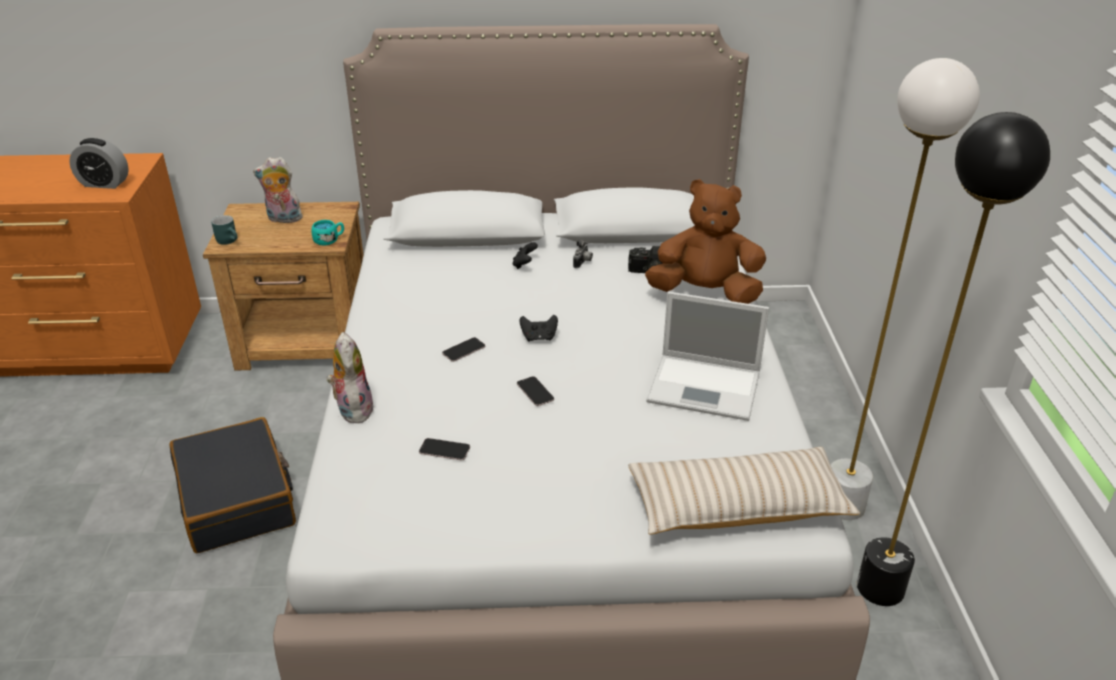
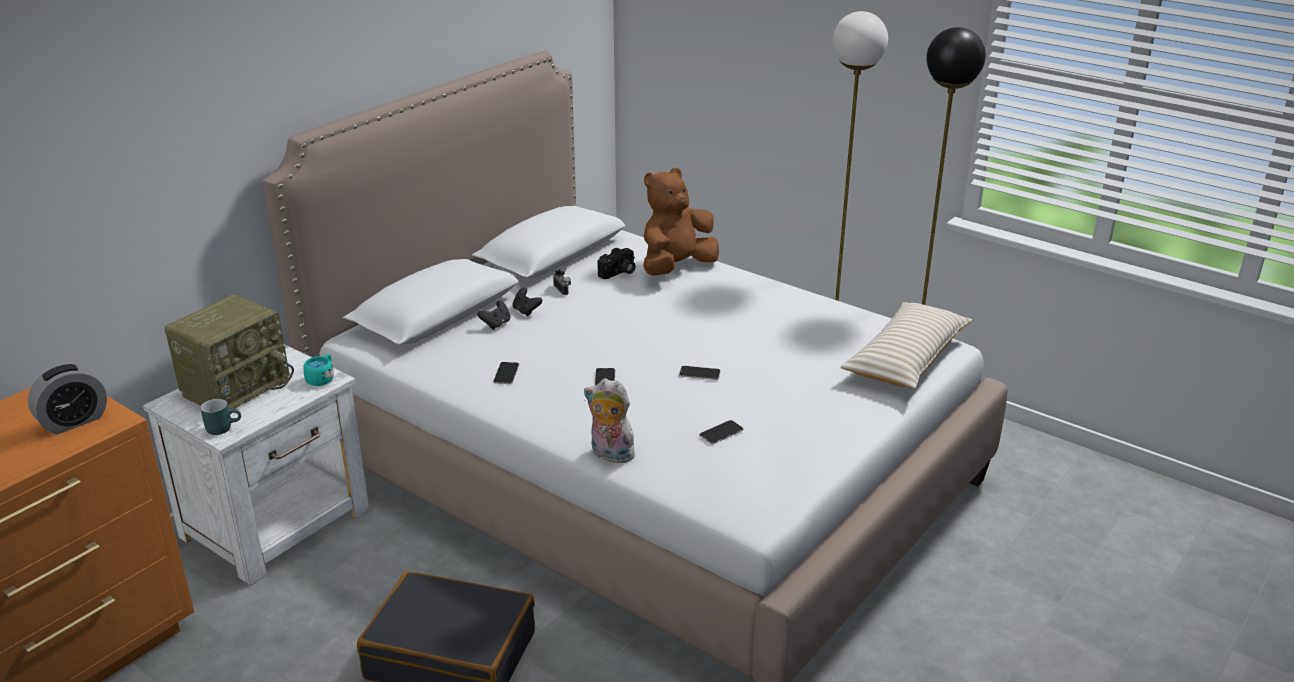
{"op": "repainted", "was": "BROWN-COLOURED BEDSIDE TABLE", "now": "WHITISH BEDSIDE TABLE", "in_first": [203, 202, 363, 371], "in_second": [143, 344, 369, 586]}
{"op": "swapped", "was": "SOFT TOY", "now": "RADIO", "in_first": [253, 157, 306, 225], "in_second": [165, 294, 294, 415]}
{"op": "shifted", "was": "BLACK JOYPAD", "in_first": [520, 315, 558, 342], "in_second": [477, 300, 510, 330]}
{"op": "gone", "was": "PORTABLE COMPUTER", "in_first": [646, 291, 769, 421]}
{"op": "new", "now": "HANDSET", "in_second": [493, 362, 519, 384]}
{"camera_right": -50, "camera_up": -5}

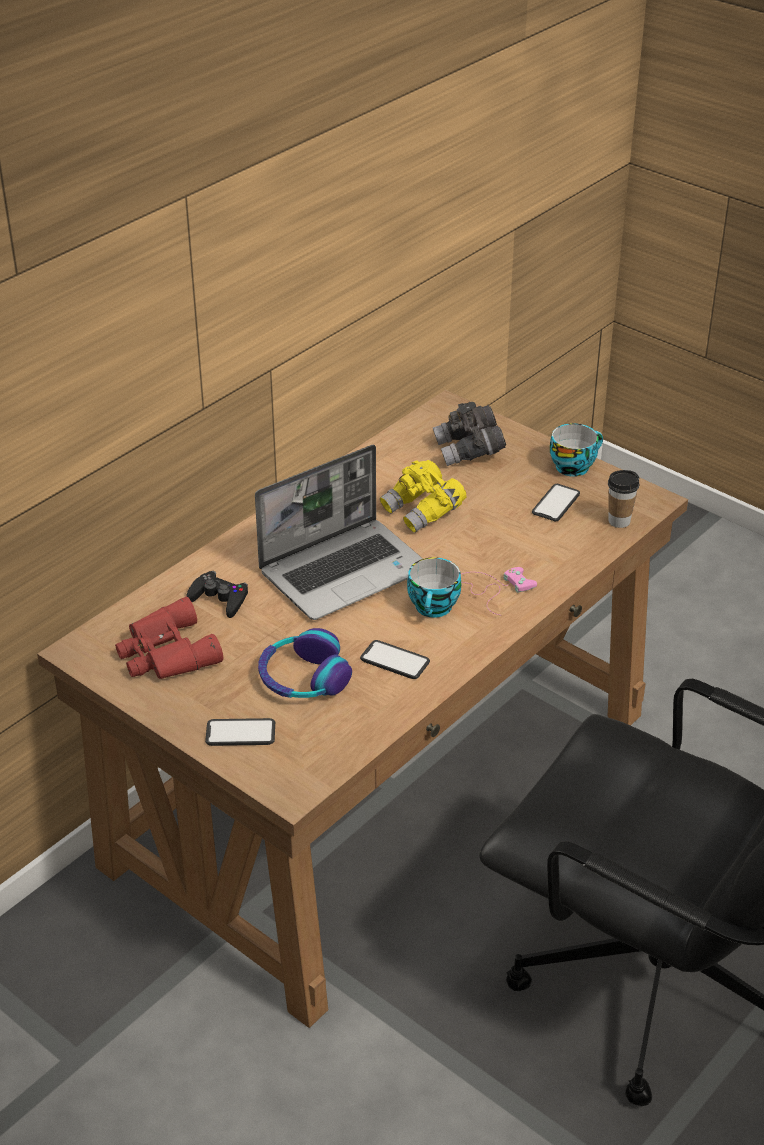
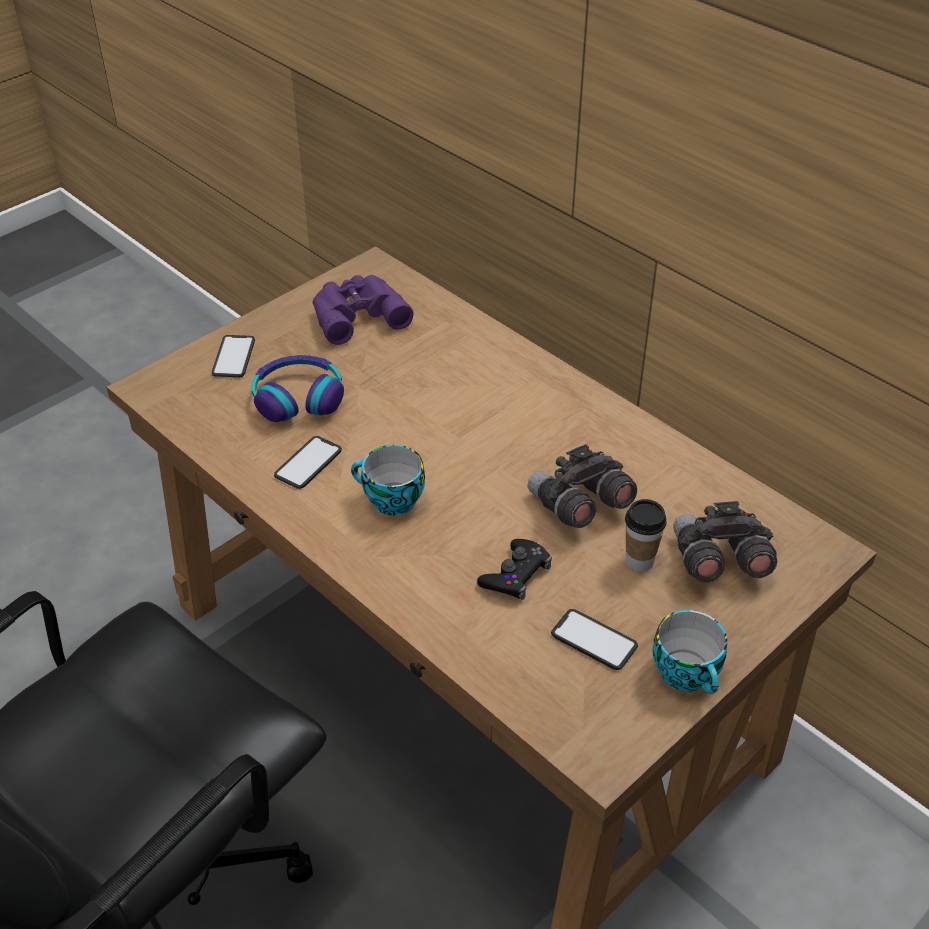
{"op": "repainted", "was": "REDDISH BINOCULARS", "now": "PURPLISH BINOCULARS", "in_first": [115, 597, 223, 679], "in_second": [313, 275, 414, 345]}
{"op": "shifted", "was": "BLACK JOYPAD", "in_first": [186, 571, 248, 618], "in_second": [477, 539, 552, 600]}
{"op": "gone", "was": "PORTABLE COMPUTER", "in_first": [255, 445, 423, 620]}
{"op": "repainted", "was": "YELLOW BINOCULARS", "now": "GREY BINOCULARS", "in_first": [380, 460, 466, 533], "in_second": [528, 444, 637, 528]}
{"op": "gone", "was": "PINKISH JOYPAD", "in_first": [461, 567, 537, 615]}
{"op": "shifted", "was": "DRINKING CUP", "in_first": [608, 470, 640, 528], "in_second": [625, 499, 667, 571]}
{"camera_right": 95, "camera_up": 5}

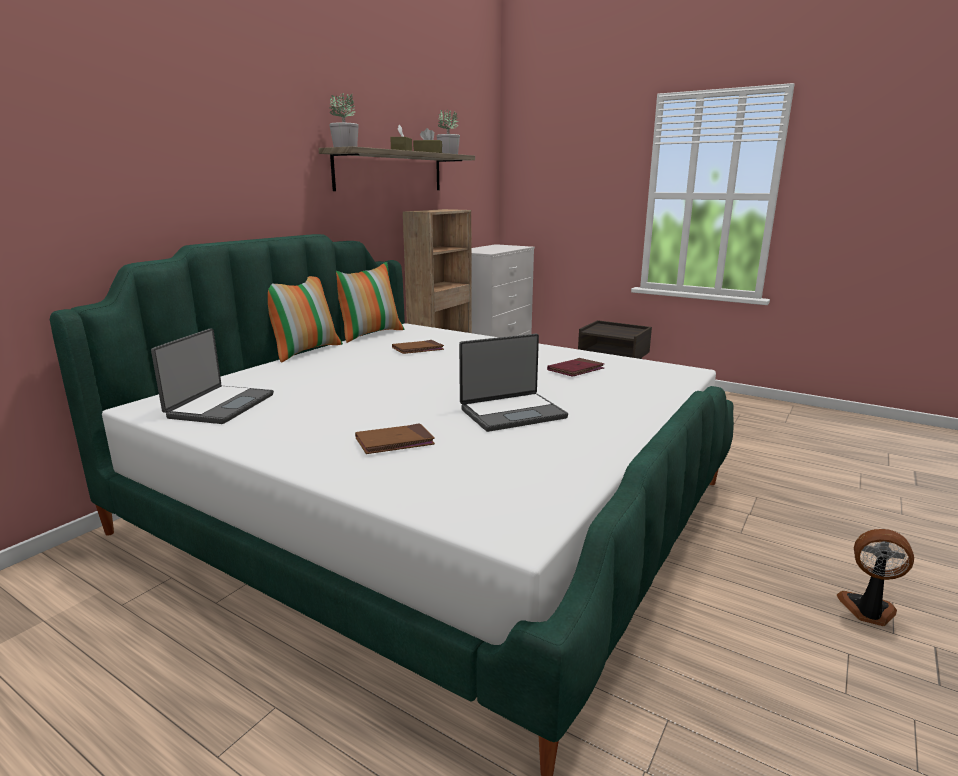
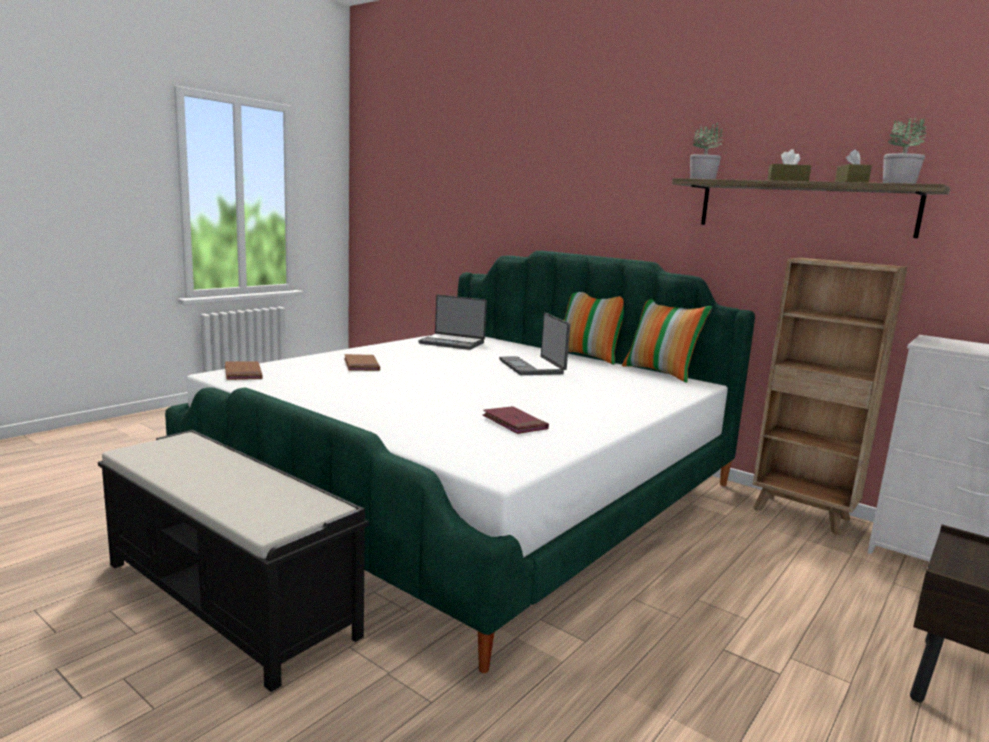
{"op": "shifted", "was": "BROWN-COLOURED VOLUME", "in_first": [392, 340, 444, 354], "in_second": [225, 361, 263, 380]}
{"op": "shifted", "was": "PORTABLE COMPUTER", "in_first": [459, 334, 568, 432], "in_second": [499, 313, 570, 375]}
{"op": "gone", "was": "ELECTRIC FAN", "in_first": [837, 529, 914, 626]}
{"op": "new", "now": "BLACK BENCH", "in_second": [98, 430, 369, 692]}
{"camera_right": 95, "camera_up": -5}

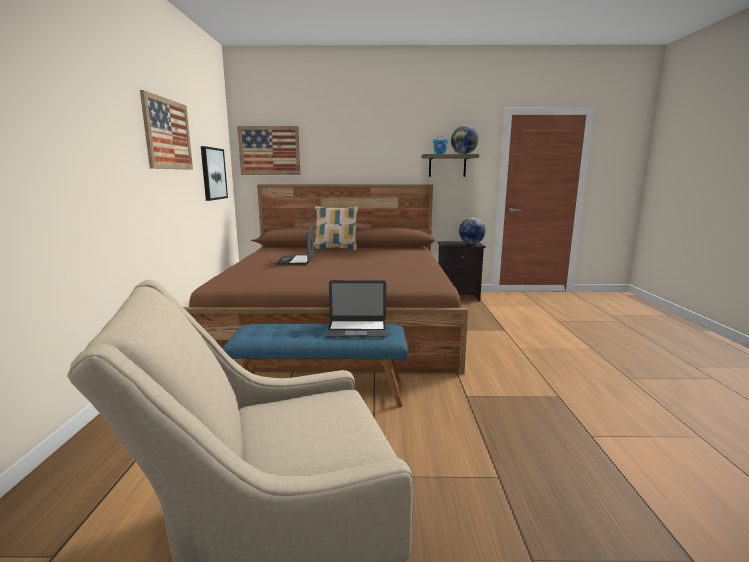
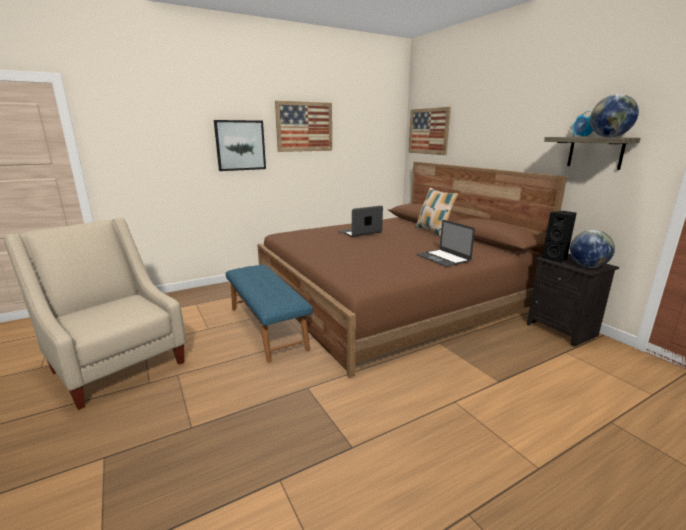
{"op": "shifted", "was": "WALL PICTURE", "in_first": [201, 146, 228, 201], "in_second": [214, 120, 266, 171]}
{"op": "shifted", "was": "PORTABLE COMPUTER", "in_first": [325, 280, 387, 337], "in_second": [417, 220, 475, 267]}
{"op": "new", "now": "BLACK SPEAKER", "in_second": [542, 211, 577, 263]}
{"camera_right": 60, "camera_up": 5}

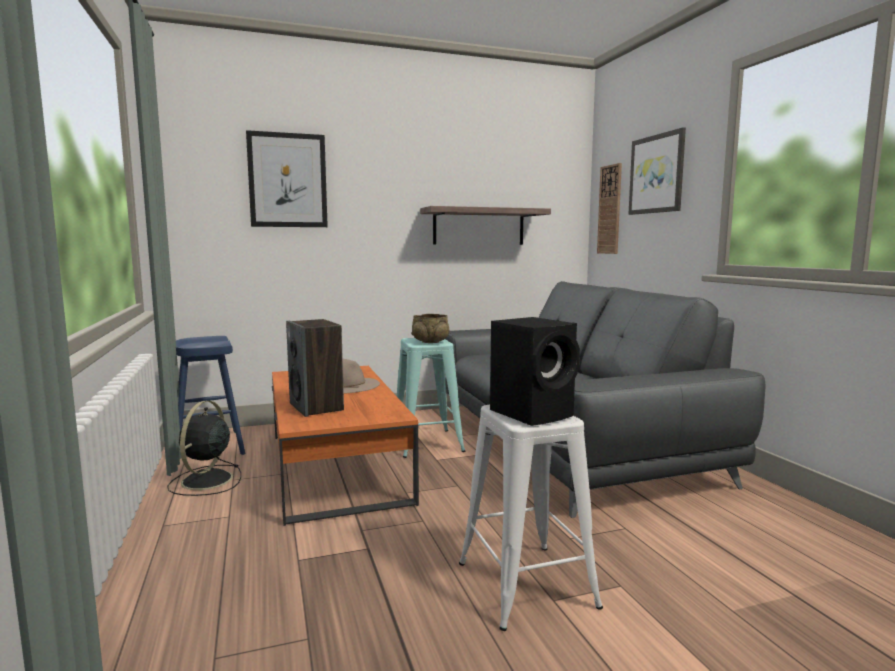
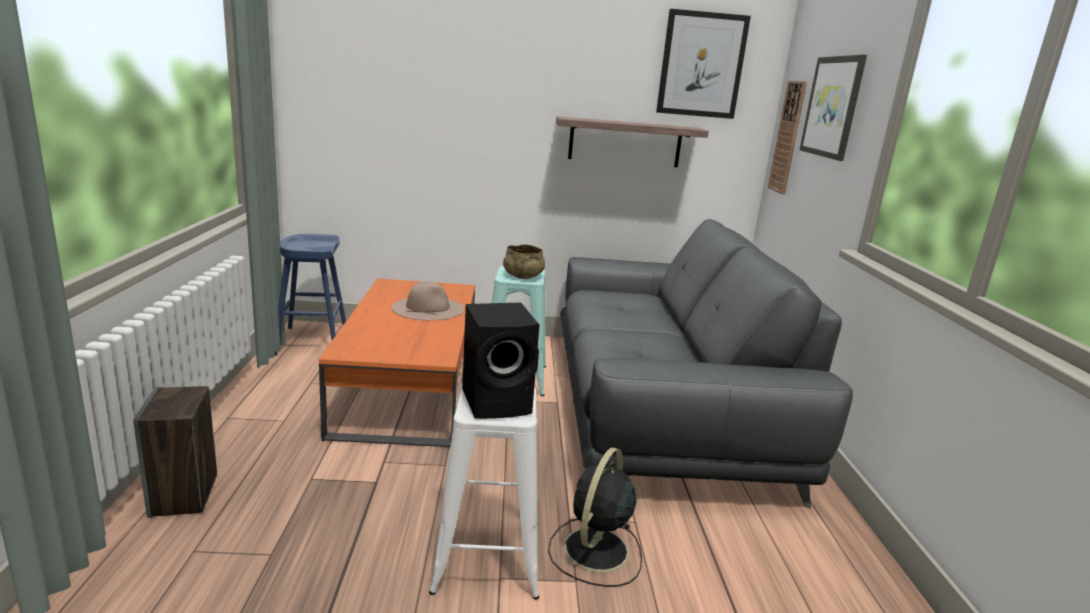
{"op": "shifted", "was": "BLACK ELECTRIC FAN", "in_first": [167, 401, 241, 496], "in_second": [548, 447, 642, 587]}
{"op": "shifted", "was": "WALL PICTURE", "in_first": [246, 130, 328, 227], "in_second": [656, 9, 751, 119]}
{"op": "shifted", "was": "SPEAKER", "in_first": [286, 319, 344, 417], "in_second": [133, 386, 217, 518]}
{"camera_right": 15, "camera_up": 10}

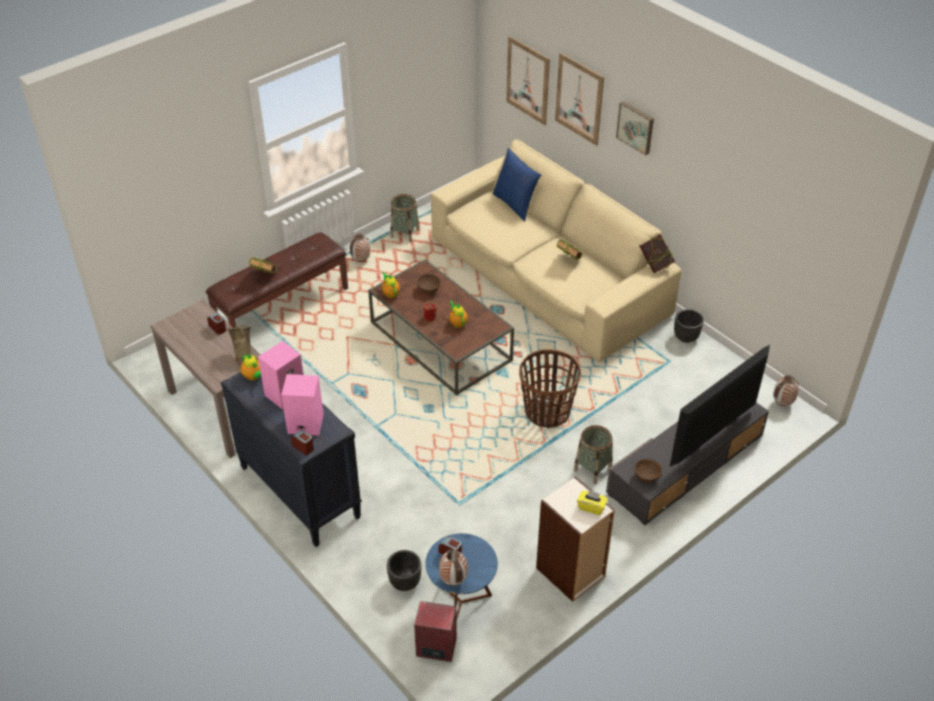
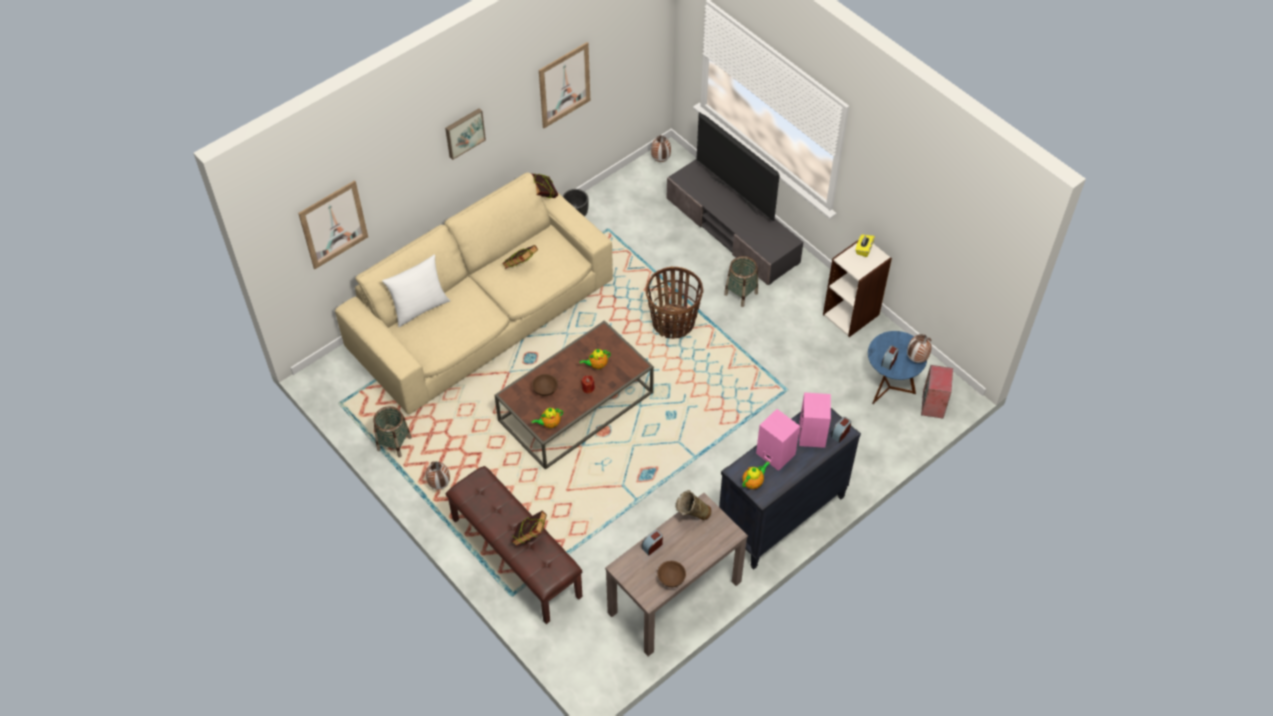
{"op": "gone", "was": "BLACK PLANT POT", "in_first": [387, 550, 421, 591]}
{"op": "repainted", "was": "BLUE-COLOURED THROW PILLOW", "now": "WHITISH THROW PILLOW", "in_first": [493, 148, 542, 221], "in_second": [382, 254, 450, 327]}
{"op": "shifted", "was": "WALL PICTURE", "in_first": [555, 53, 604, 146], "in_second": [539, 42, 590, 128]}
{"op": "shifted", "was": "BROWN-COLOURED BOWL", "in_first": [634, 459, 662, 483], "in_second": [657, 561, 686, 587]}
{"camera_right": -90, "camera_up": 10}

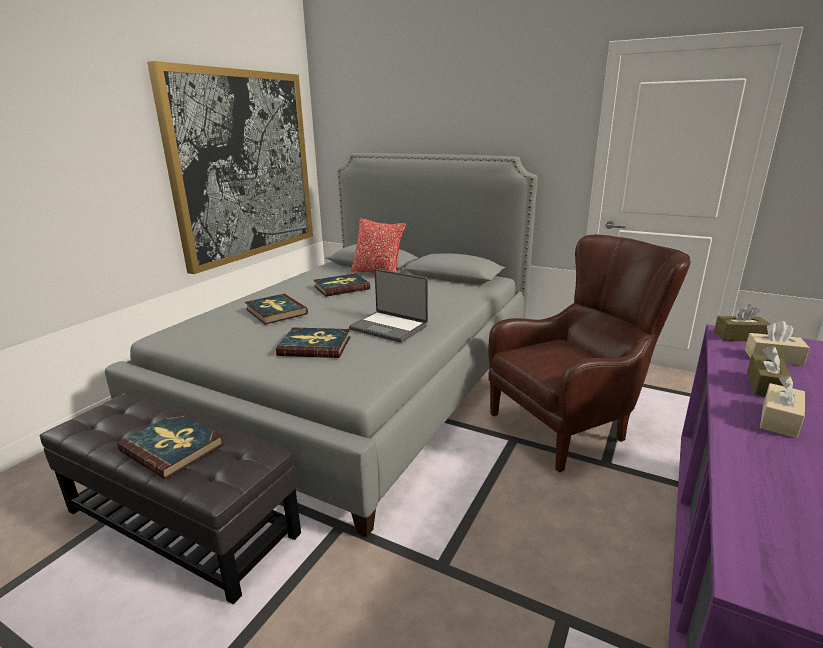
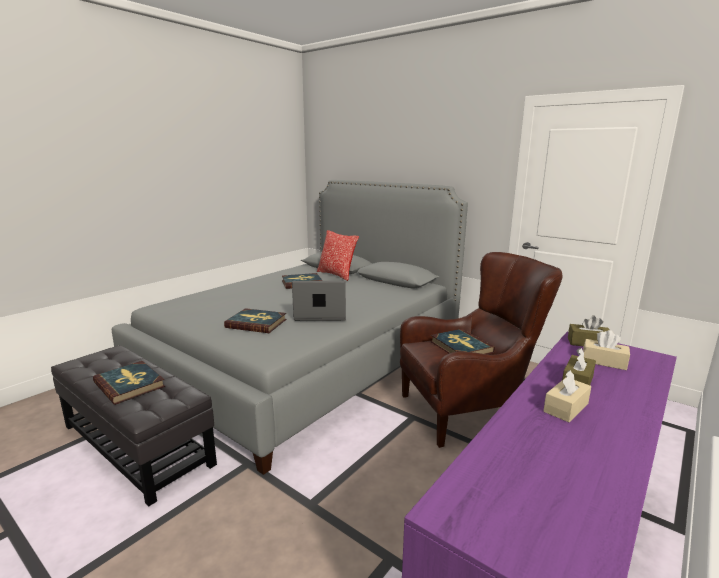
{"op": "gone", "was": "WALL PICTURE", "in_first": [147, 61, 313, 274]}
{"op": "shifted", "was": "VOLUME", "in_first": [245, 294, 308, 324], "in_second": [430, 329, 495, 355]}
{"op": "rotated", "was": "PORTABLE COMPUTER", "in_first": [349, 269, 428, 343], "in_second": [292, 281, 346, 321], "clockwise": 135}
{"camera_right": 10, "camera_up": -5}

